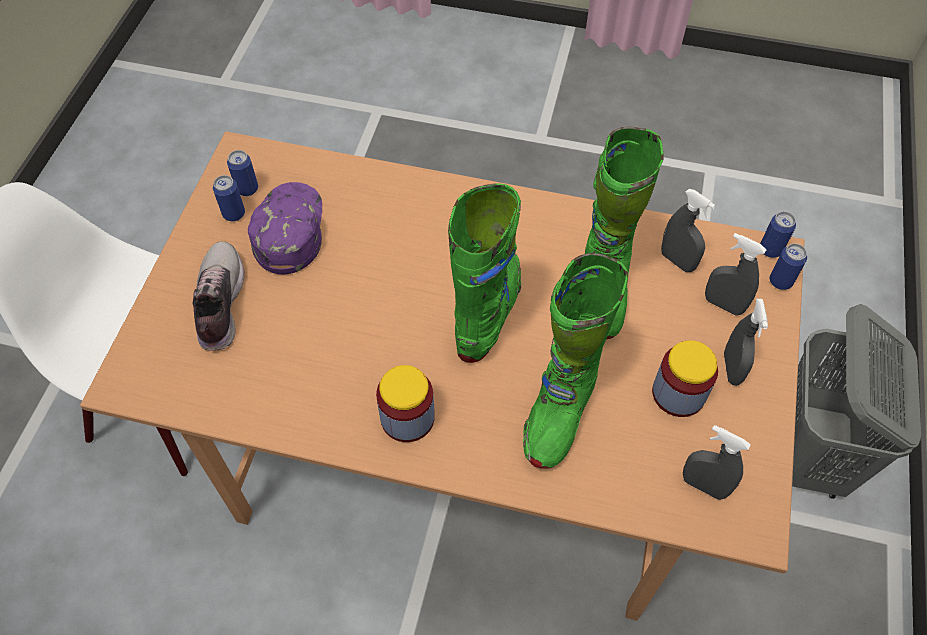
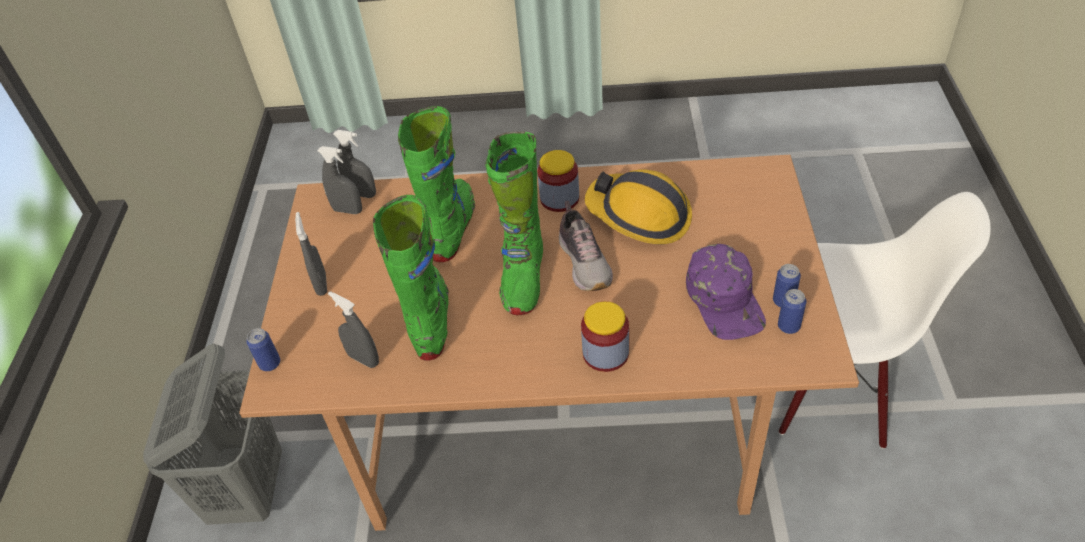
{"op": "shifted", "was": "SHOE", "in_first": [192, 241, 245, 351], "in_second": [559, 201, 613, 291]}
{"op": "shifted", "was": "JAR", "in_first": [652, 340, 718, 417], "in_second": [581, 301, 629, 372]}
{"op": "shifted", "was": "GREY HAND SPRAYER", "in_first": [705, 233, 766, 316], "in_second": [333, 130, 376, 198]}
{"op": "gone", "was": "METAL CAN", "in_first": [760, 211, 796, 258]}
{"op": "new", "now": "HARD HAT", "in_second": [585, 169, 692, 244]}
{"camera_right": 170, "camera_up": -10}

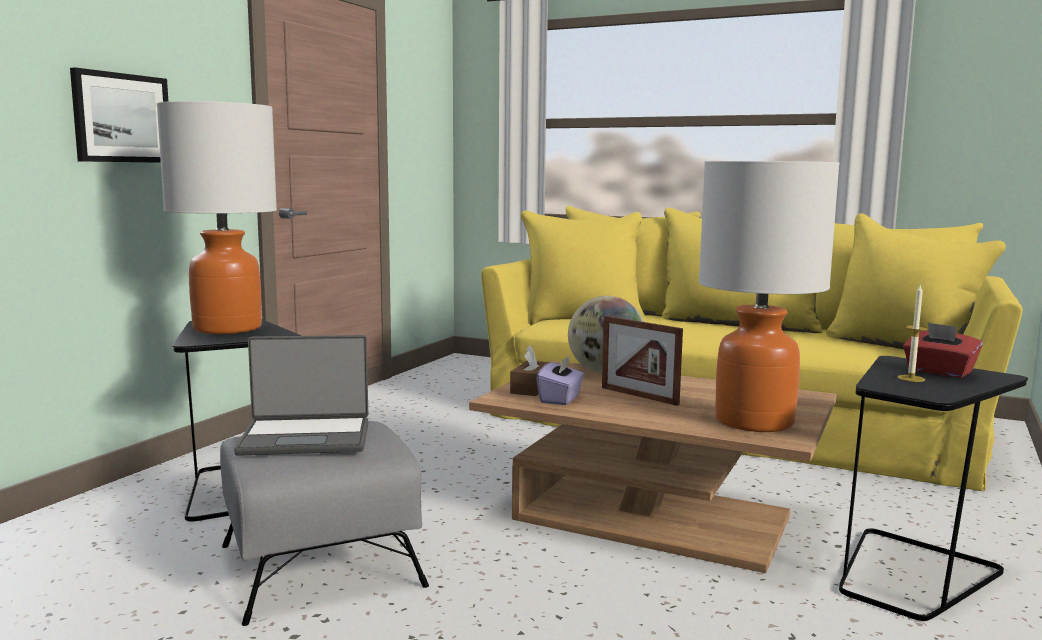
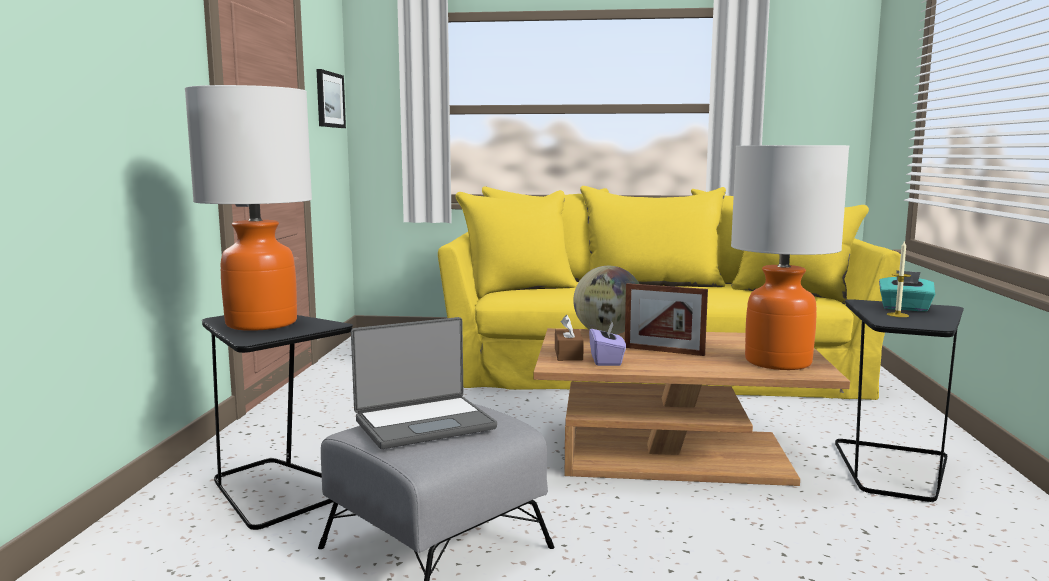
{"op": "shifted", "was": "WALL PICTURE", "in_first": [70, 67, 168, 163], "in_second": [316, 69, 346, 128]}
{"op": "repainted", "was": "REDDISH BOX OF TISSUES", "now": "TURQUOISE BOX OF TISSUES", "in_first": [903, 322, 982, 378], "in_second": [879, 270, 935, 311]}
{"camera_right": -20, "camera_up": 0}

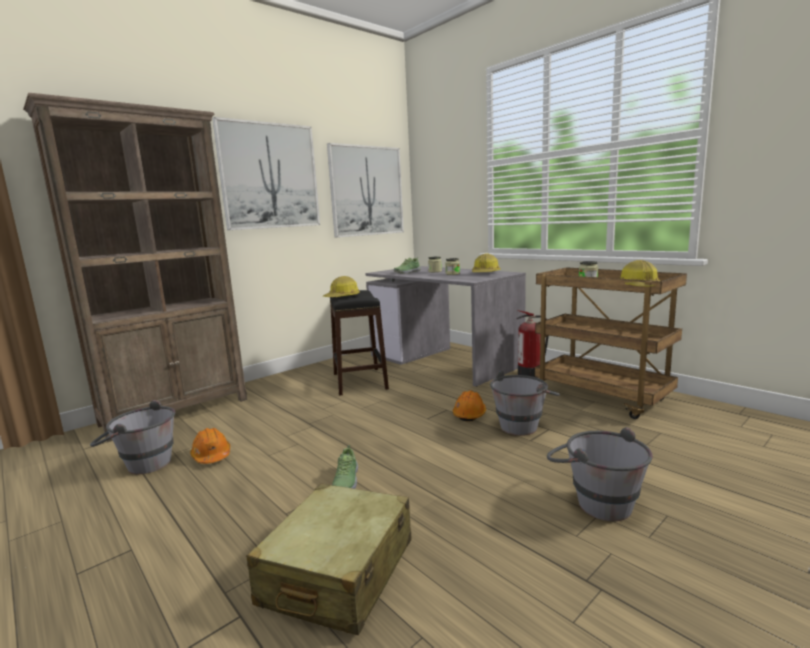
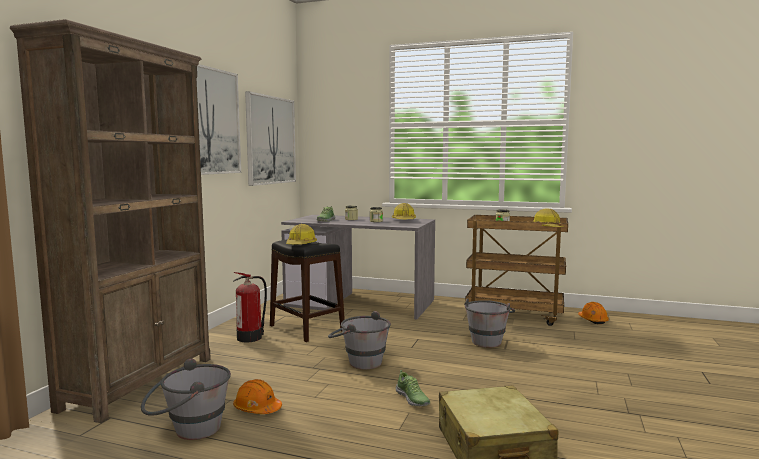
{"op": "shifted", "was": "ORANGEY HARD HAT", "in_first": [453, 391, 486, 421], "in_second": [578, 302, 609, 324]}
{"op": "shifted", "was": "EXTINGUISHER", "in_first": [516, 310, 549, 378], "in_second": [233, 272, 267, 342]}
{"op": "shifted", "was": "GREY BUCKET", "in_first": [547, 427, 653, 521], "in_second": [328, 311, 391, 369]}
{"camera_right": -30, "camera_up": -5}

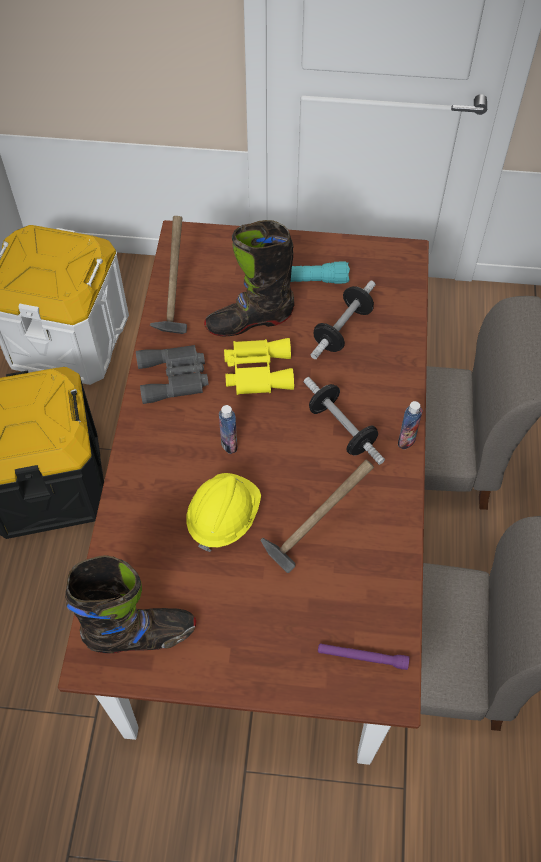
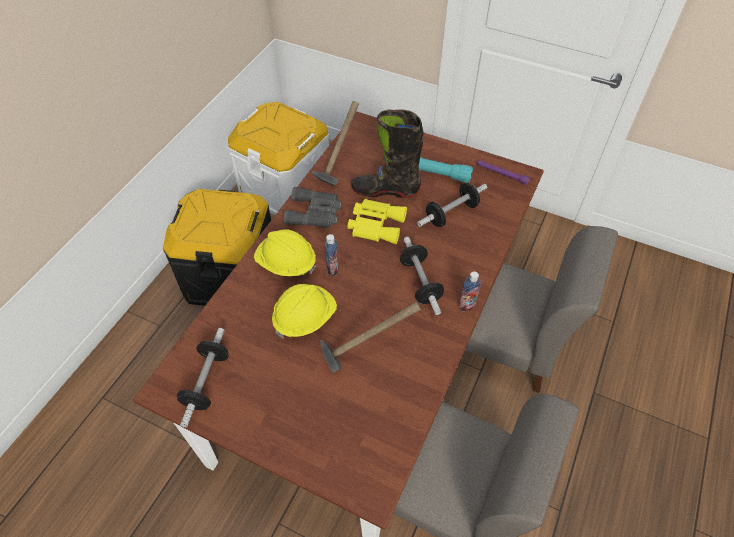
{"op": "swapped", "was": "BLACK BOOT", "now": "FREE WEIGHT", "in_first": [65, 555, 196, 654], "in_second": [177, 328, 229, 427]}
{"op": "shifted", "was": "PURPLISH TORCH", "in_first": [318, 643, 409, 670], "in_second": [477, 160, 530, 185]}
{"op": "new", "now": "YELLOW HARD HAT", "in_second": [254, 229, 316, 276]}
{"camera_right": 20, "camera_up": -5}

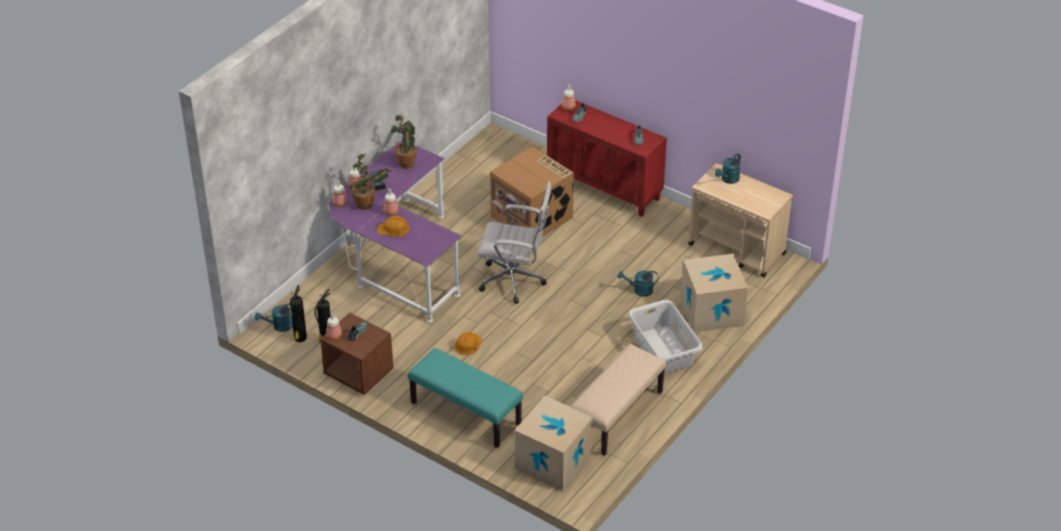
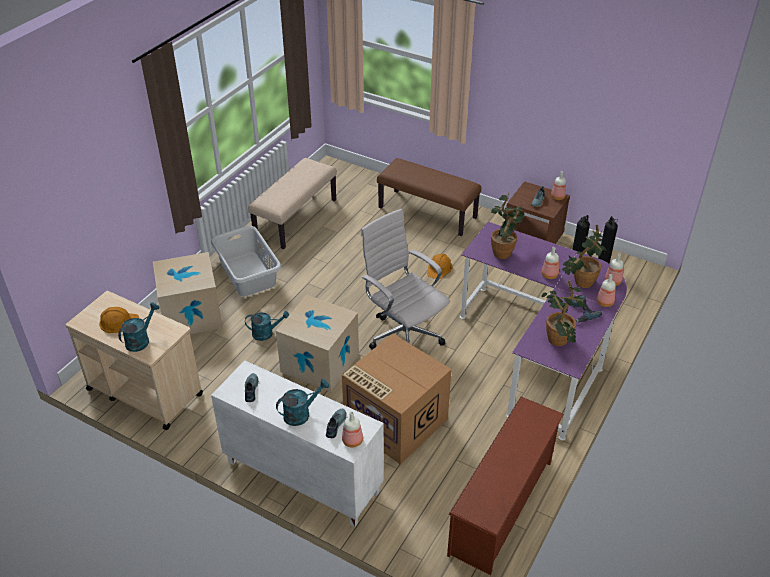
{"op": "shifted", "was": "TURQUOISE WATERING CAN", "in_first": [255, 303, 293, 332], "in_second": [276, 379, 330, 426]}
{"op": "shifted", "was": "ORANGEY HARD HAT", "in_first": [377, 216, 409, 237], "in_second": [99, 307, 139, 333]}
{"op": "repainted", "was": "TURQUOISE BENCH", "now": "BROWN-COLOURED BENCH", "in_first": [407, 348, 523, 448], "in_second": [377, 158, 481, 236]}
{"op": "rotated", "was": "WHITISH OFFICE CHAIR", "in_first": [478, 182, 551, 304], "in_second": [361, 209, 450, 349], "clockwise": 45}
{"op": "shifted", "was": "CARTON", "in_first": [515, 396, 593, 491], "in_second": [276, 295, 359, 392]}
{"op": "repainted", "was": "REDDISH CUPBOARD", "now": "WHITISH CUPBOARD", "in_first": [547, 100, 667, 217], "in_second": [211, 360, 384, 527]}
{"op": "new", "now": "BROWN-COLOURED SHOE RACK", "in_second": [447, 397, 564, 575]}
{"op": "new", "now": "PLANT IN A POT", "in_second": [491, 193, 525, 259]}
{"camera_right": 175, "camera_up": 0}

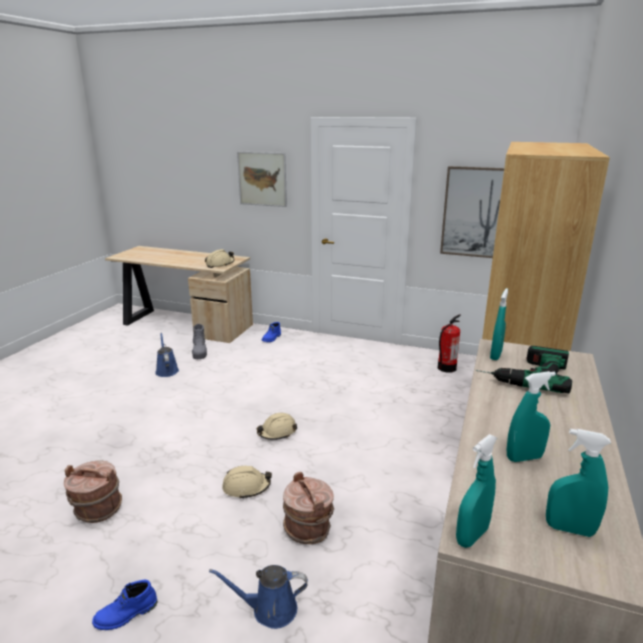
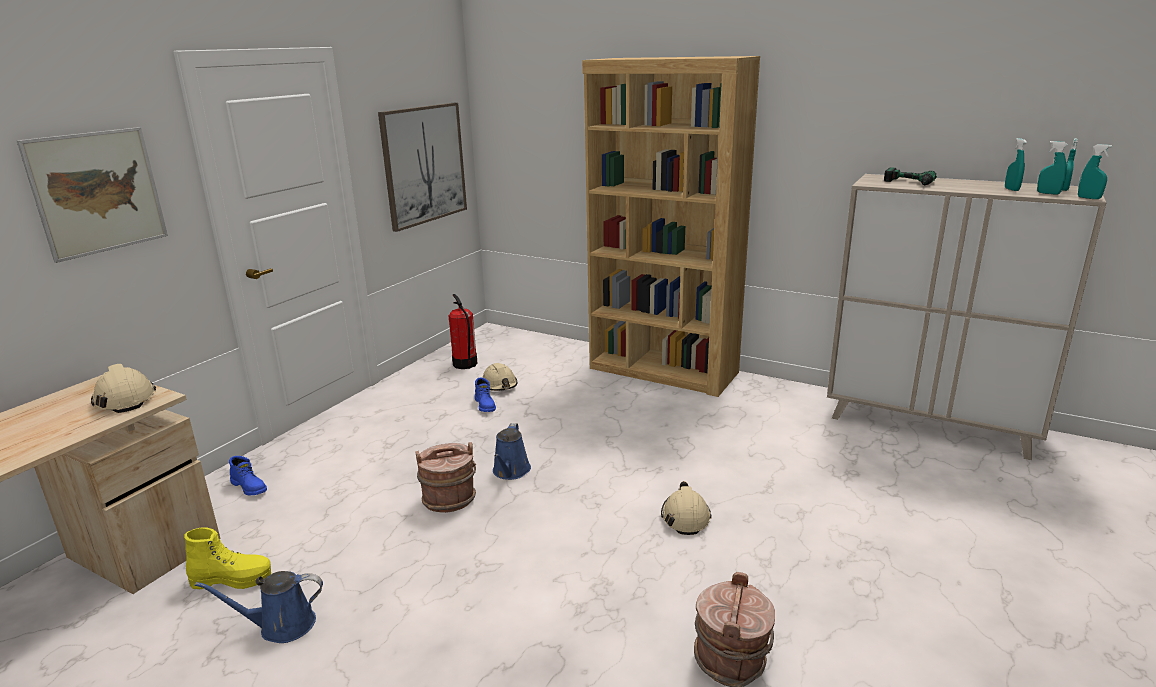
{"op": "shifted", "was": "BLUE-COLOURED BOOT", "in_first": [92, 580, 157, 630], "in_second": [475, 378, 496, 412]}
{"op": "repainted", "was": "GREY BOOT", "now": "YELLOW BOOT", "in_first": [192, 324, 207, 359], "in_second": [184, 527, 271, 589]}
{"op": "shifted", "was": "BLUE-COLOURED WATERING CAN", "in_first": [209, 565, 308, 629], "in_second": [493, 423, 531, 480]}
{"op": "shifted", "was": "SAND-COLOURED HARD HAT", "in_first": [256, 413, 297, 440], "in_second": [483, 363, 518, 391]}
{"op": "shifted", "was": "BROWN-COLOURED BUCKET", "in_first": [283, 472, 334, 544], "in_second": [416, 442, 476, 513]}
{"op": "shifted", "was": "TURQUOISE HAND SPRAYER", "in_first": [490, 288, 508, 360], "in_second": [1037, 141, 1068, 195]}
{"camera_right": -80, "camera_up": 0}

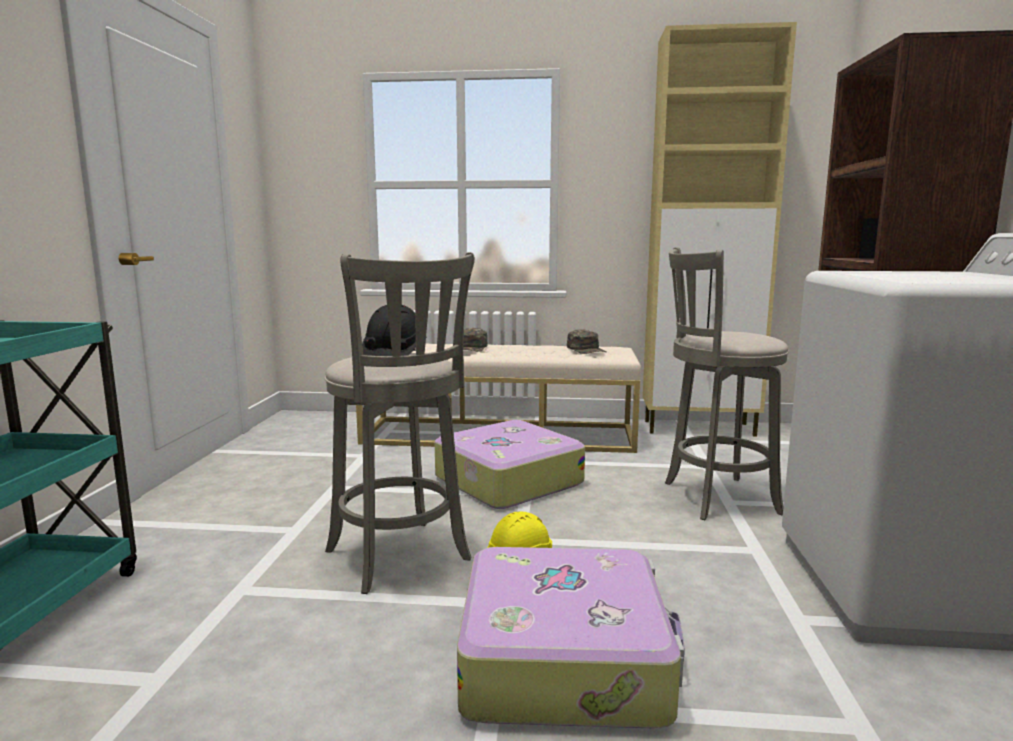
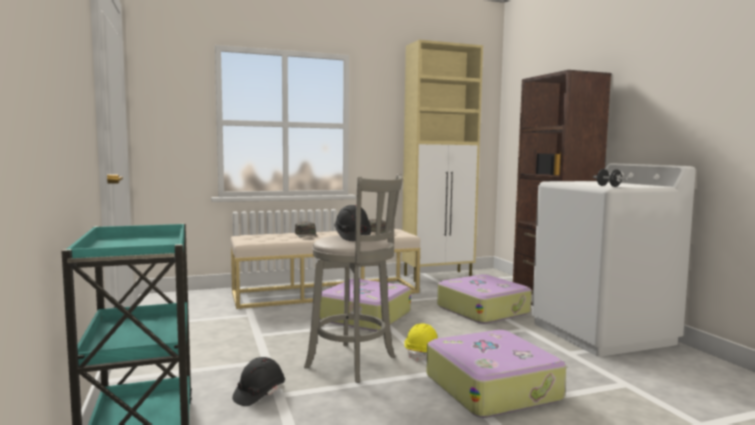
{"op": "swapped", "was": "GREY STOOL SEAT", "now": "SUITCASE", "in_first": [665, 247, 789, 520], "in_second": [437, 274, 532, 324]}
{"op": "new", "now": "BLACK HARD HAT", "in_second": [232, 357, 285, 406]}
{"op": "new", "now": "BLACK FREE WEIGHT", "in_second": [593, 169, 627, 187]}
{"camera_right": -25, "camera_up": -5}

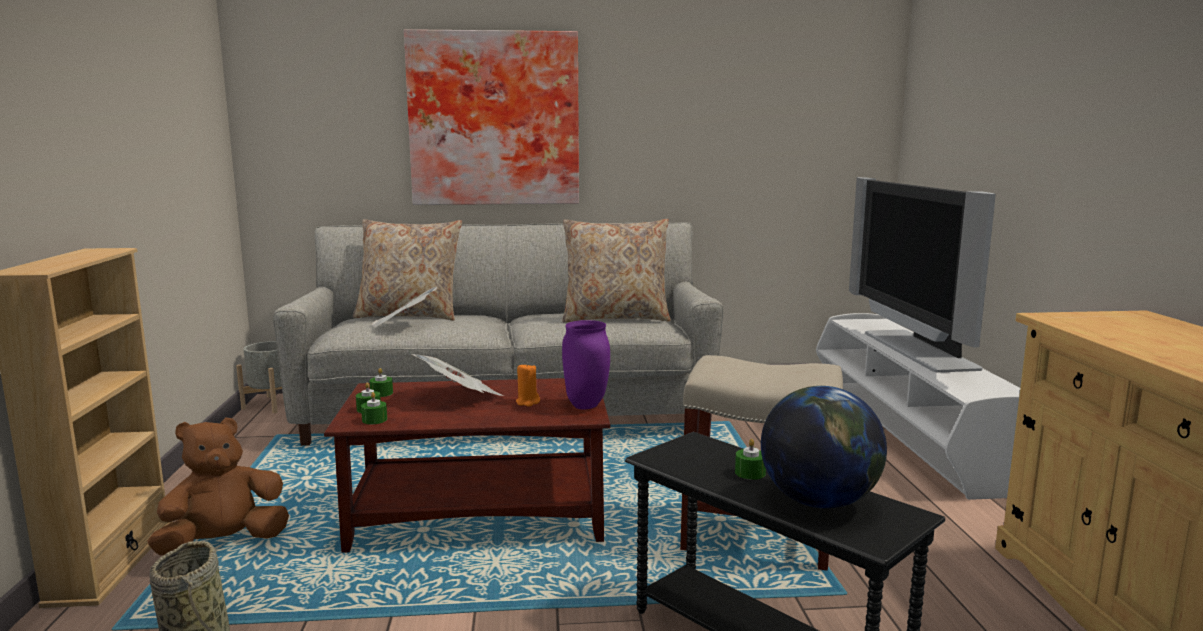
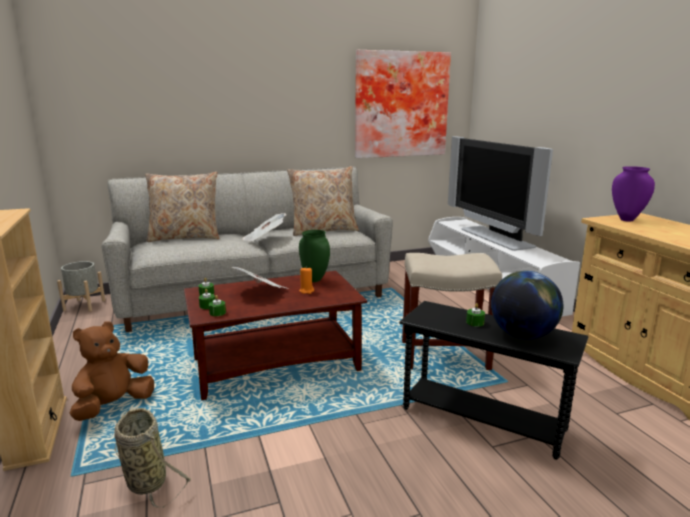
{"op": "shifted", "was": "DAILY PAPER", "in_first": [372, 287, 437, 328], "in_second": [242, 213, 286, 242]}
{"op": "shifted", "was": "WALL PICTURE", "in_first": [404, 29, 579, 205], "in_second": [355, 50, 451, 158]}
{"op": "shifted", "was": "PURPLISH FLOWER VASE", "in_first": [562, 320, 610, 409], "in_second": [612, 166, 655, 222]}
{"op": "new", "now": "GREENISH FLOWER VASE", "in_second": [299, 230, 330, 282]}
{"camera_right": -15, "camera_up": 5}

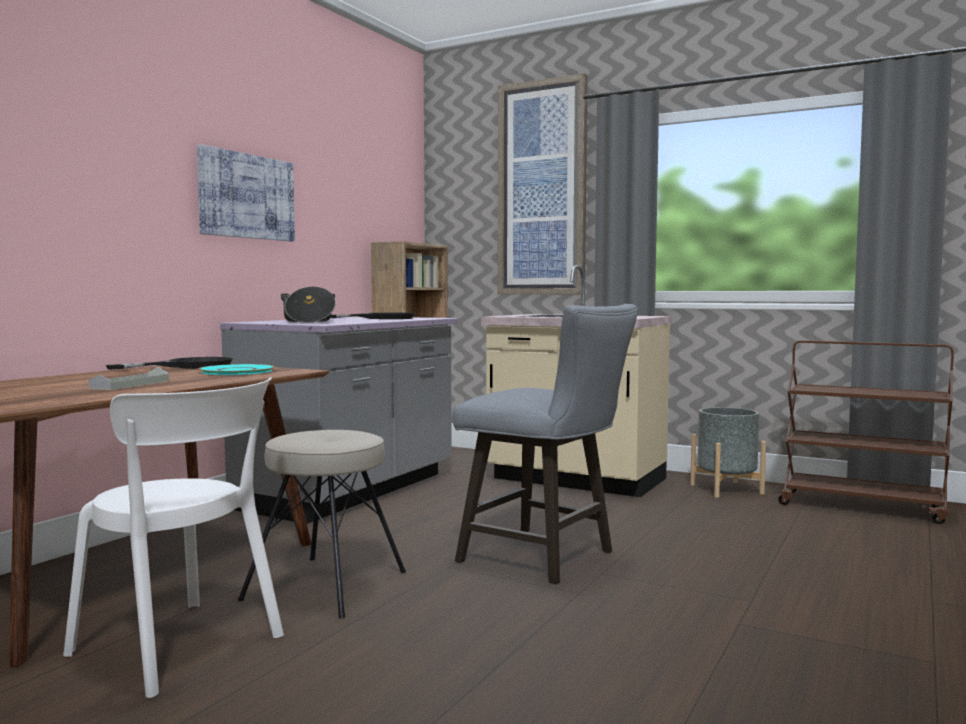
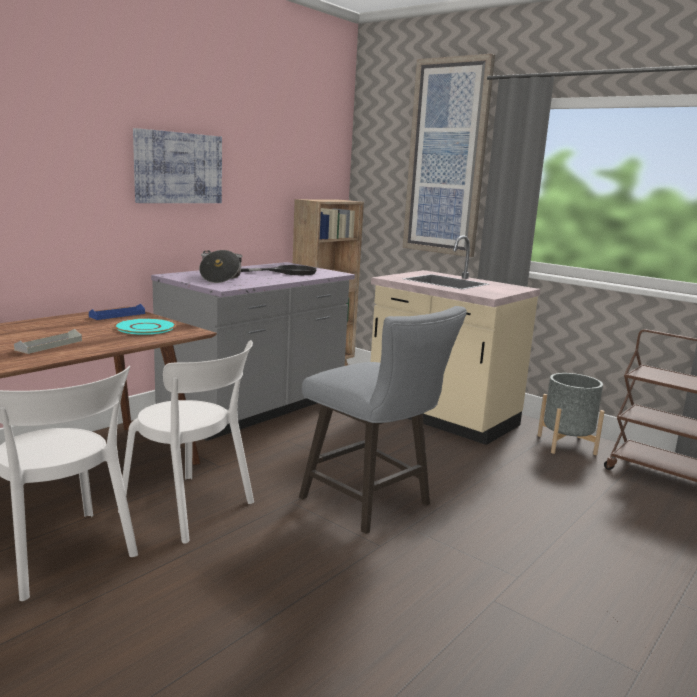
{"op": "swapped", "was": "BLACK SKILLET", "now": "BLUE-COLOURED SERVING TRAY", "in_first": [106, 357, 233, 370], "in_second": [89, 304, 145, 320]}
{"op": "swapped", "was": "SAND-COLOURED STOOL SEAT", "now": "WHITISH PLAIN CHAIR", "in_first": [238, 430, 406, 619], "in_second": [118, 340, 254, 544]}
{"camera_right": 10, "camera_up": 10}

